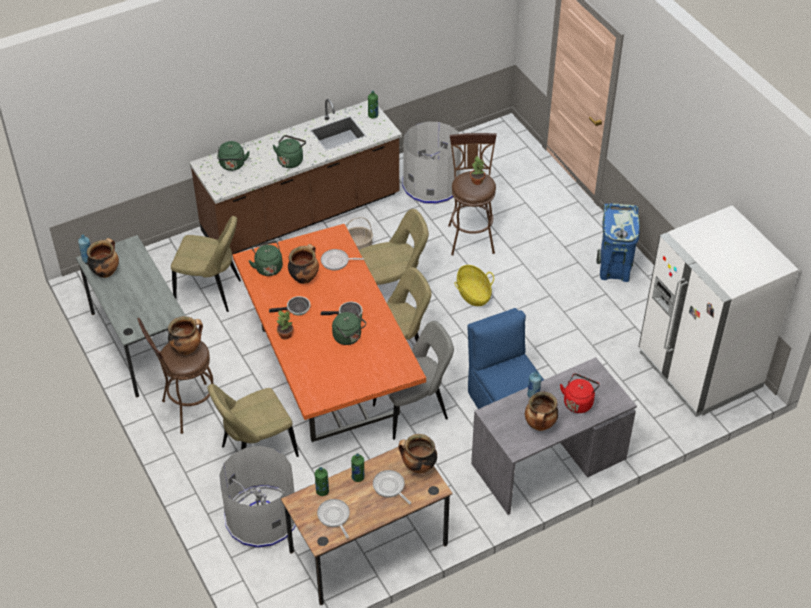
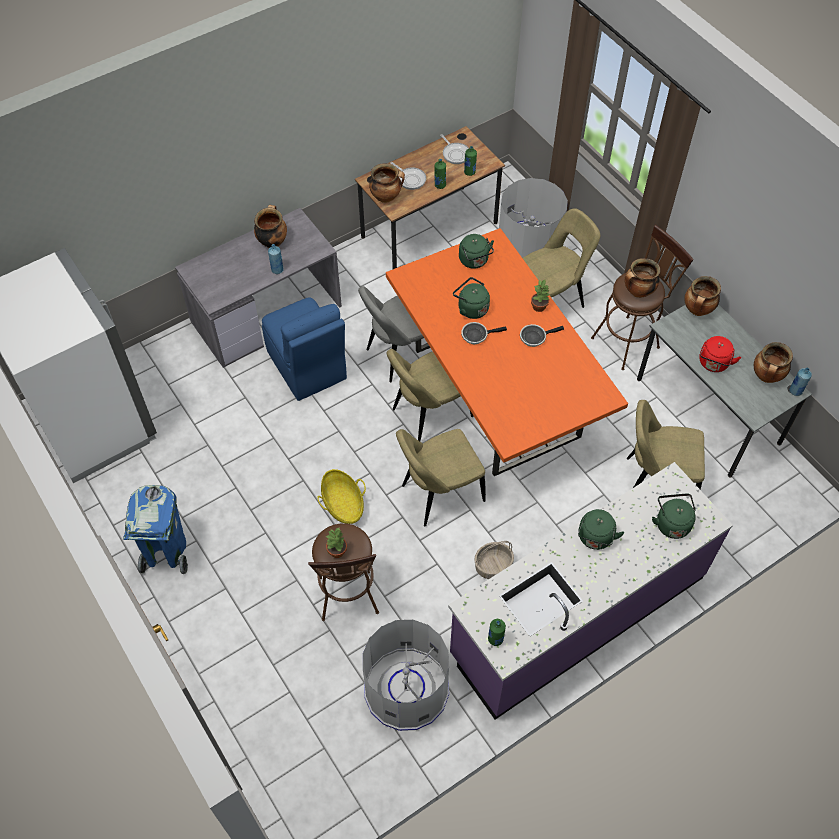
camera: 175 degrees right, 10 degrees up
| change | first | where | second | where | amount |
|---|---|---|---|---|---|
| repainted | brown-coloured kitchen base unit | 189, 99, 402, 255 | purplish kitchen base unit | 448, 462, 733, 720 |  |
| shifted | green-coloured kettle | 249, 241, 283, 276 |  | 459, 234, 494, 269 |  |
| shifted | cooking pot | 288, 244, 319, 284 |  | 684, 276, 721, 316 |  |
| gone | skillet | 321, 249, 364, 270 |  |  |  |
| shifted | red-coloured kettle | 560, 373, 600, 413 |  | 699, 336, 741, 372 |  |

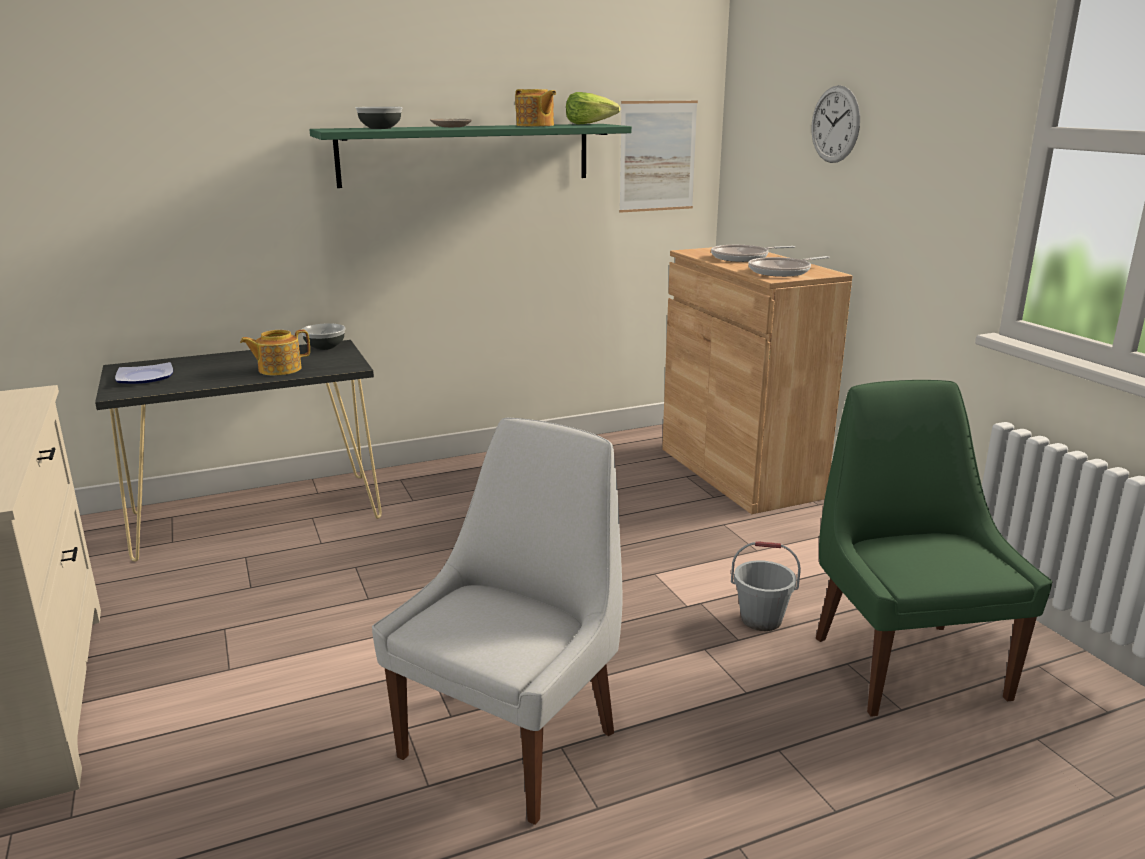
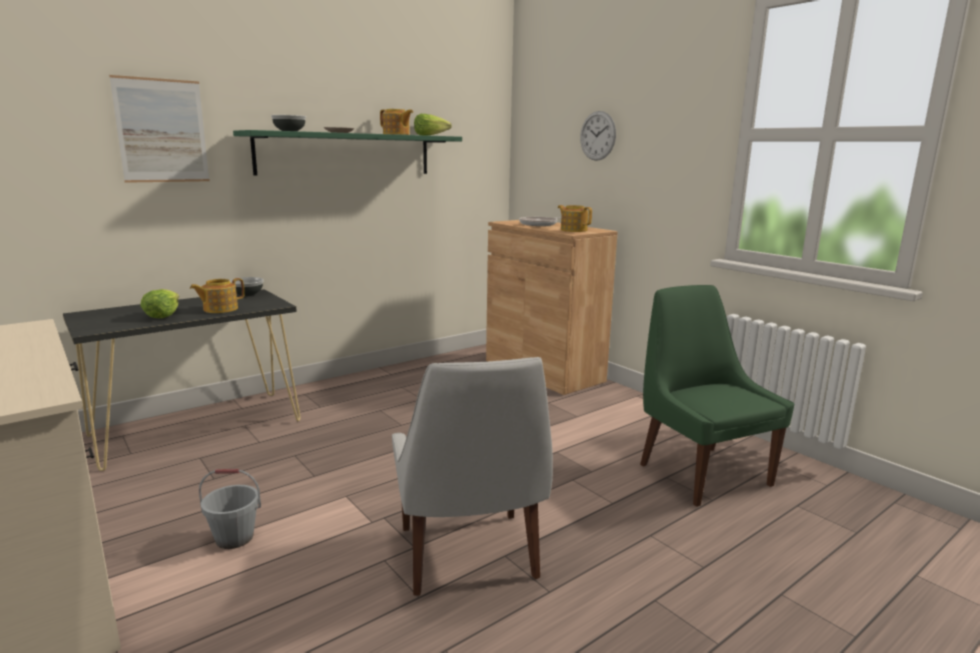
camera: 15 degrees left, 5 degrees down
| change | first | where | second | where | amount |
|---|---|---|---|---|---|
| gone | plate | 115, 362, 173, 384 |  |  |  |
| rotated | white upright chair | 372, 418, 622, 825 |  | 392, 357, 553, 596 | 150 degrees clockwise |
| shifted | wall picture | 619, 101, 698, 213 |  | 109, 75, 210, 183 |  |
| shifted | gray bucket | 731, 541, 801, 631 |  | 199, 469, 261, 549 |  |
| swapped | skillet | 748, 256, 830, 277 | tea pot | 558, 205, 592, 232 |  |
| new |  |  | lettuce head | 140, 289, 179, 319 |  |

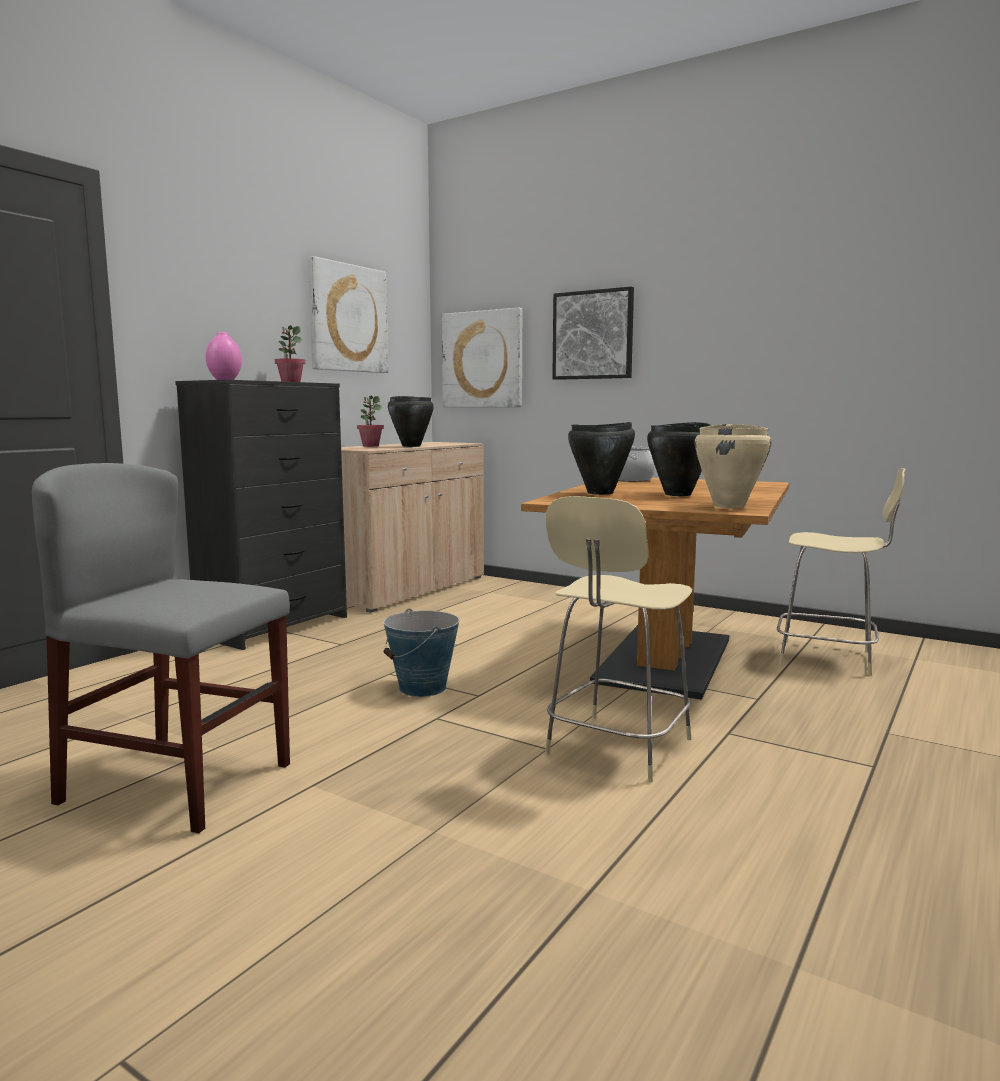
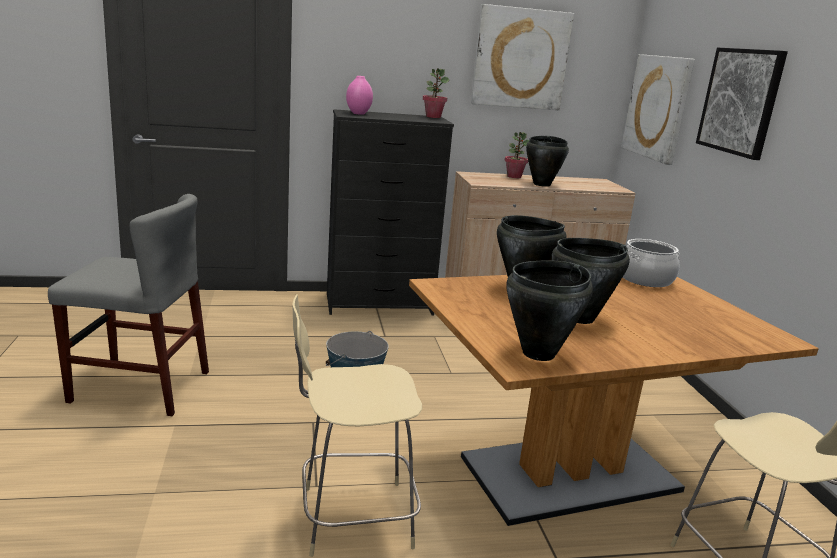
camera: 45 degrees right, 10 degrees up
| change | first | where | second | where | amount |
|---|---|---|---|---|---|
| rotated | gray upright chair | 32, 463, 290, 833 |  | 48, 194, 209, 416 | 120 degrees clockwise |
| repainted | beige cooking pot | 695, 424, 771, 508 | black cooking pot | 506, 261, 593, 361 |  |

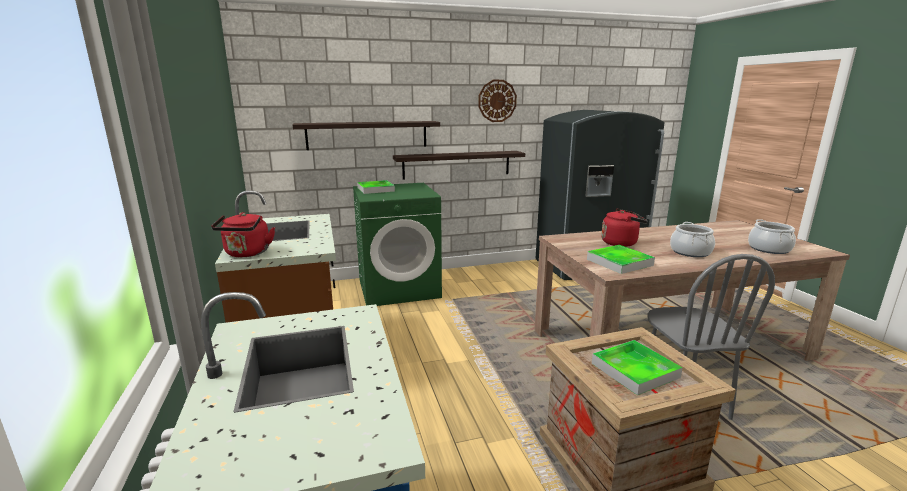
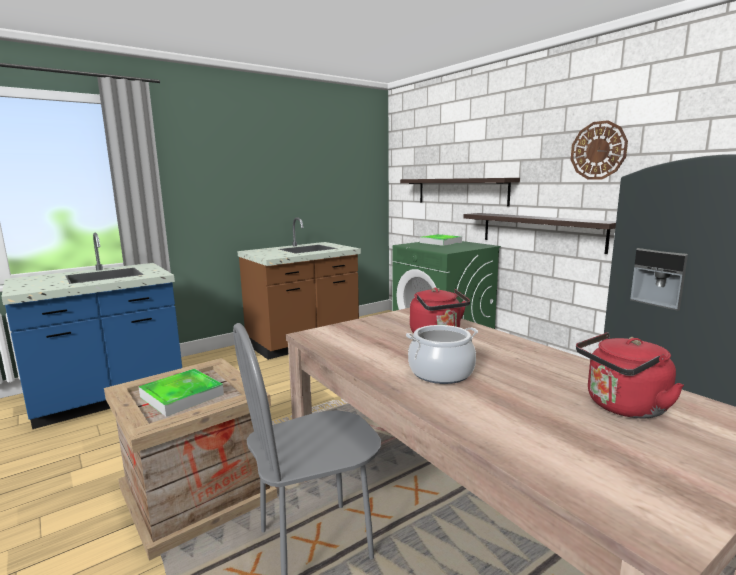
camera: 70 degrees right, 5 degrees down
| change | first | where | second | where | amount |
|---|---|---|---|---|---|
| shifted | red-coloured kettle | 211, 212, 275, 257 |  | 576, 332, 684, 418 |  |
| gone | serving tray | 587, 245, 655, 274 |  |  |  |
| gone | cooking pot | 748, 219, 796, 254 |  |  |  |

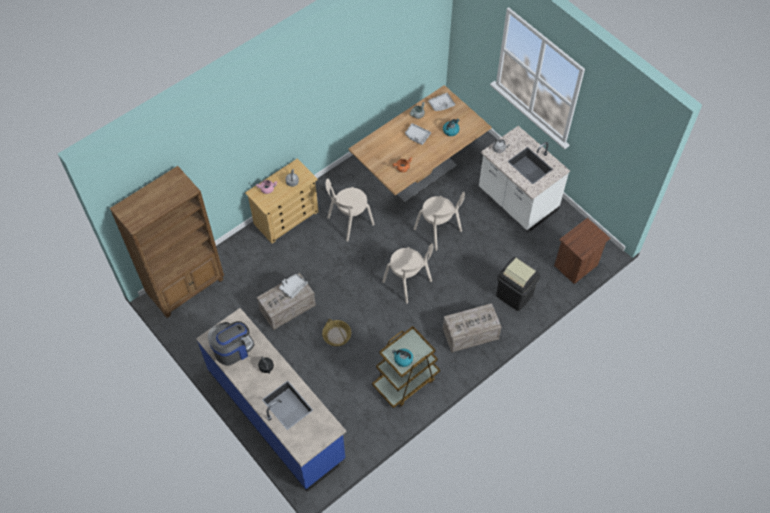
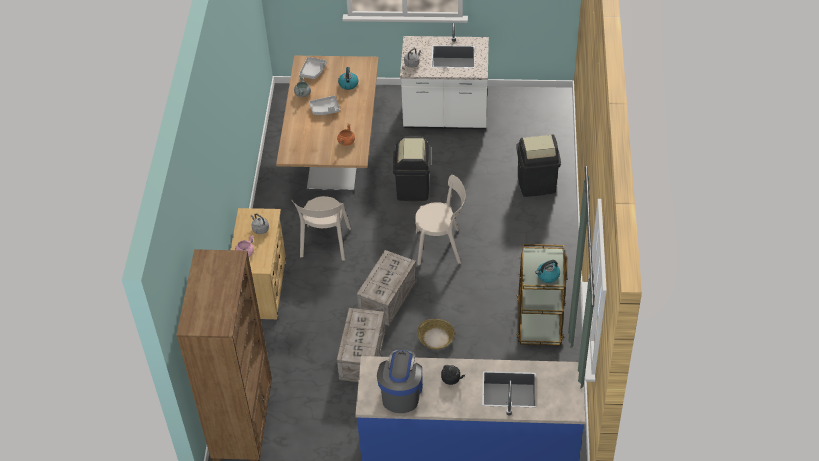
camera: 45 degrees left, 10 degrees down
| change | first | where | second | where | amount |
|---|---|---|---|---|---|
| gone | gray serving tray | 279, 274, 308, 298 |  |  |  |
| swapped | beige upright chair | 414, 192, 465, 251 | black waste bin | 393, 136, 431, 201 |  |
| shifted | shipping crate | 443, 303, 502, 353 |  | 357, 250, 417, 326 |  |
| gone | brown-coloured nightstand | 554, 218, 610, 284 |  |  |  |

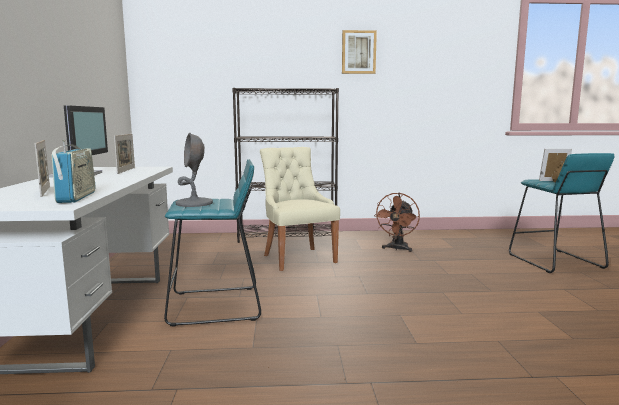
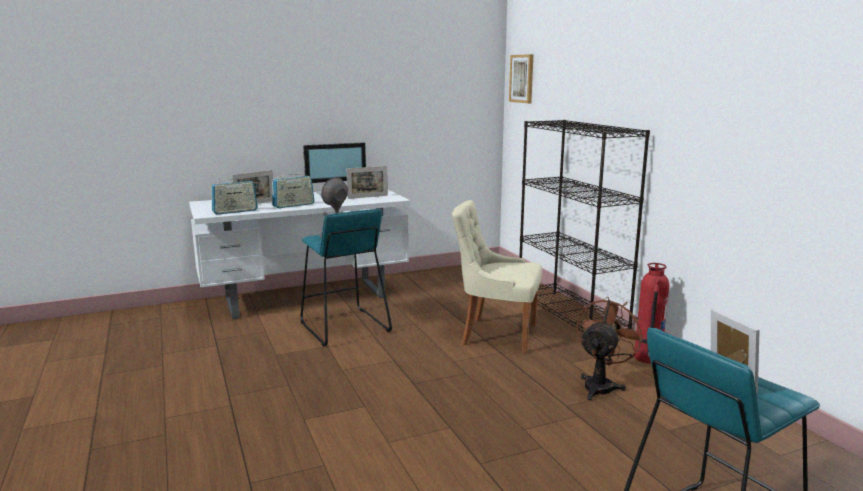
camera: 70 degrees right, 5 degrees up
| change | first | where | second | where | amount |
|---|---|---|---|---|---|
| rotated | beige upright chair | 260, 147, 340, 271 |  | 452, 200, 542, 353 | 120 degrees counterclockwise |
| shifted | wall picture | 342, 30, 377, 74 |  | 509, 54, 533, 103 |  |
| rotated | brown-coloured fan | 374, 193, 420, 252 |  | 576, 296, 645, 400 | 120 degrees clockwise |
| new |  |  | radio | 272, 172, 314, 208 |  |
| new |  |  | fire-fighting cylinder | 634, 263, 670, 364 |  |

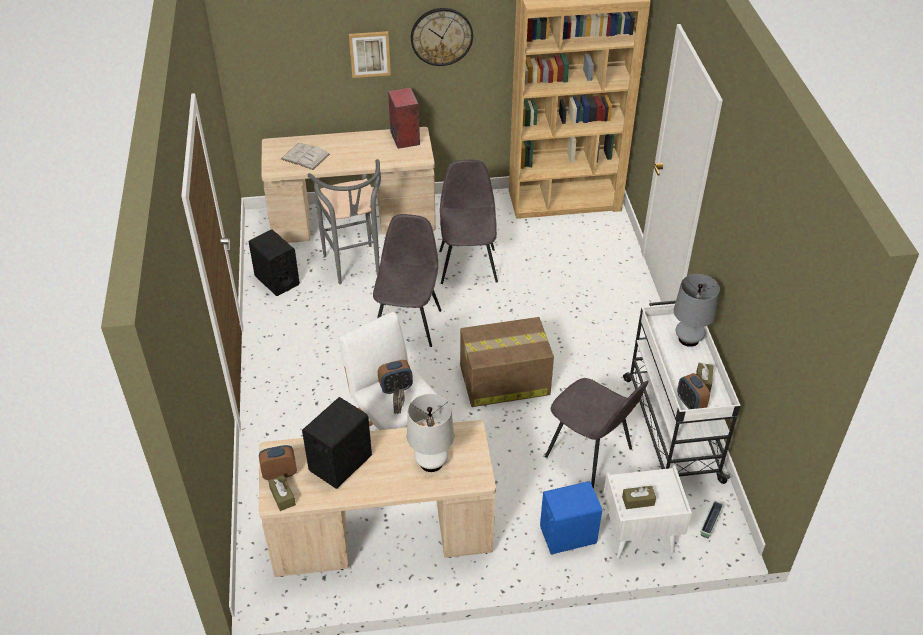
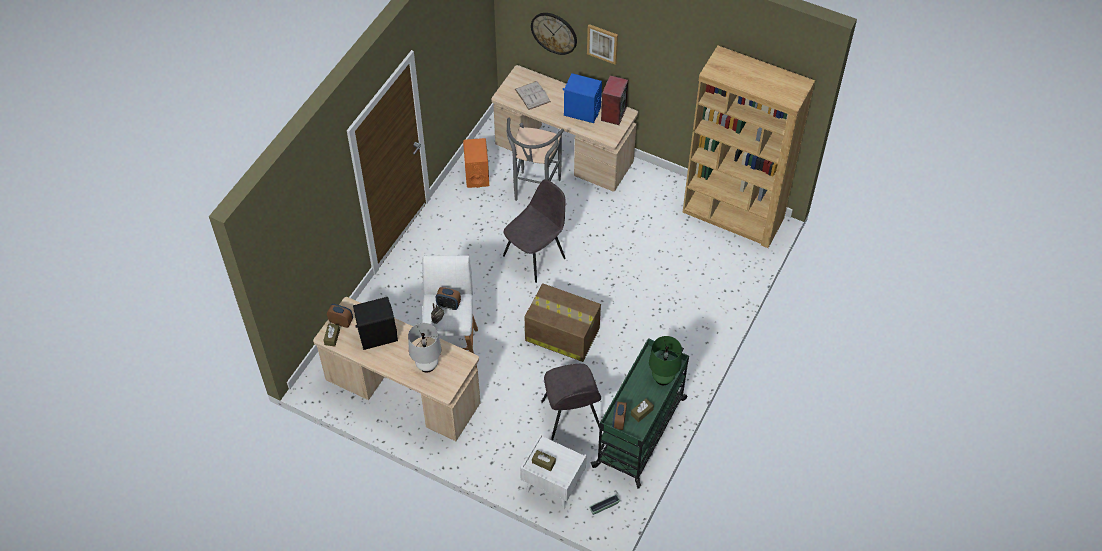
camera: 35 degrees right, 10 degrees up
| change | first | where | second | where | amount |
|---|---|---|---|---|---|
| repainted | black loudspeaker | 249, 229, 300, 296 | orange loudspeaker | 463, 138, 489, 188 |  |
| shifted | hanging clock | 411, 8, 473, 66 |  | 531, 13, 577, 55 |  |
| gone | gray upright chair | 439, 159, 498, 284 |  |  |  |
| shifted | blue-coloured loudspeaker | 540, 481, 602, 555 |  | 563, 73, 602, 123 |  |
| repainted | white cart | 623, 300, 741, 484 | green-coloured cart | 590, 338, 689, 488 |  |
| repainted | gray table lamp | 674, 274, 720, 347 | green-coloured table lamp | 649, 336, 682, 385 |  |

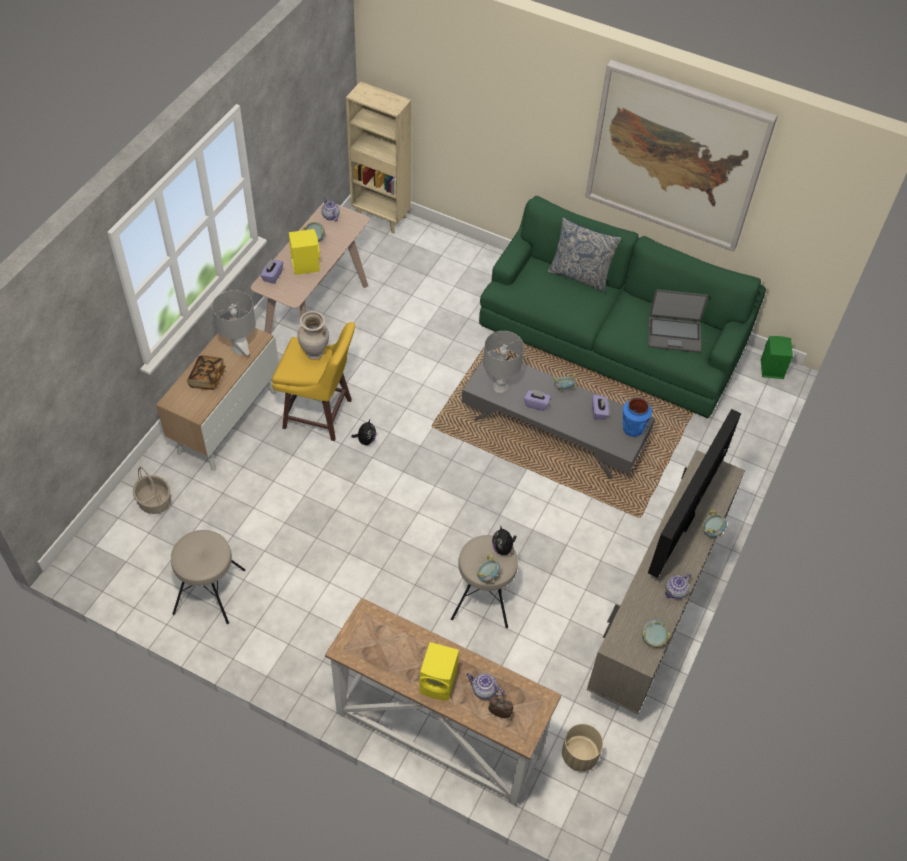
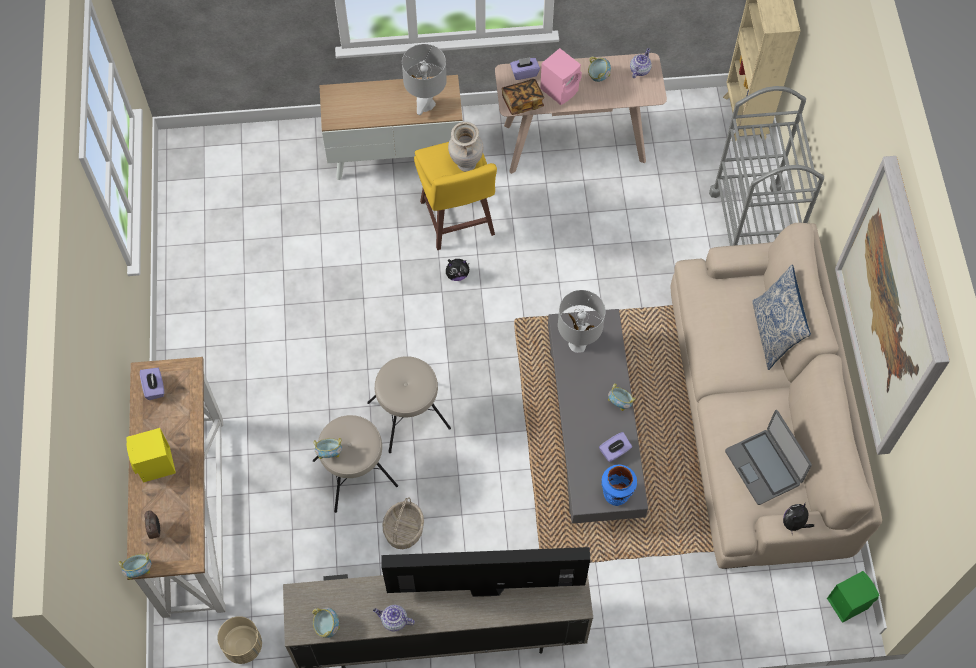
camera: 60 degrees right, 10 degrees up
| change | first | where | second | where | amount |
|---|---|---|---|---|---|
| shifted | household basket | 133, 466, 171, 514 |  | 382, 497, 424, 549 |  |
| shifted | beige stool | 171, 530, 245, 624 |  | 367, 356, 451, 453 |  |
| shifted | book | 187, 355, 226, 390 |  | 502, 79, 544, 115 |  |
| repainted | yellow-coloured loudspeaker | 289, 229, 320, 275 | pinkish loudspeaker | 540, 48, 582, 105 |  |
| gone | tea pot | 466, 673, 504, 699 |  |  |  |
| repainted | green-coloured sofa | 479, 196, 766, 418 | beige sofa | 671, 223, 882, 569 |  |
| shifted | cuddly toy | 492, 526, 516, 555 |  | 783, 504, 814, 536 |  |
| shifted | purplish tissue box | 524, 389, 551, 411 |  | 140, 368, 164, 400 |  |
| shifted | deep dish | 702, 510, 727, 537 |  | 118, 552, 151, 580 |  |
| new |  |  | gray cart | 709, 86, 824, 246 |  |

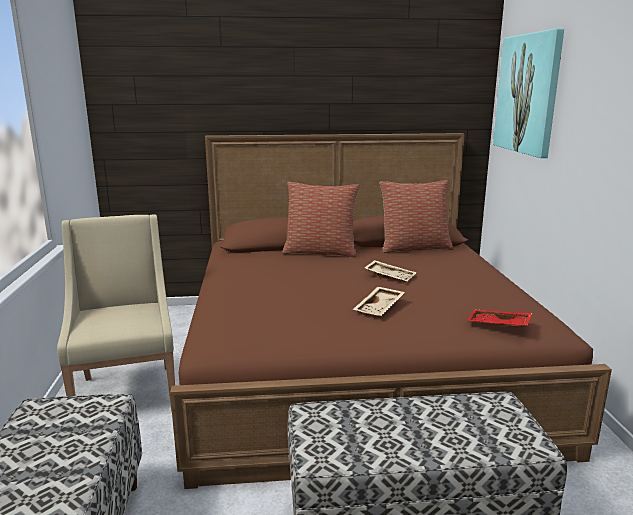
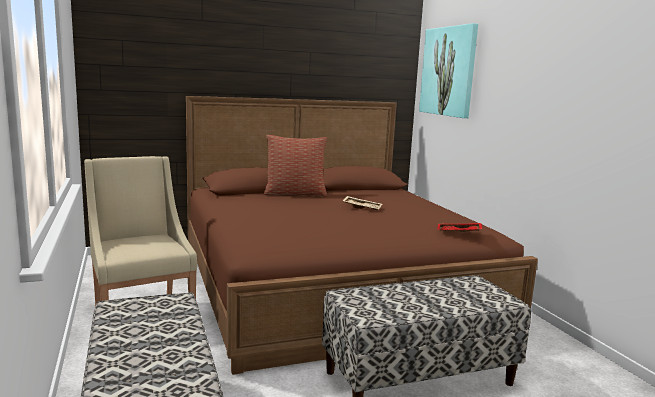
camera: 15 degrees left, 5 degrees down
| change | first | where | second | where | amount |
|---|---|---|---|---|---|
| gone | beige serving tray | 353, 287, 405, 316 |  |  |  |
| gone | cushion | 379, 180, 453, 253 |  |  |  |

